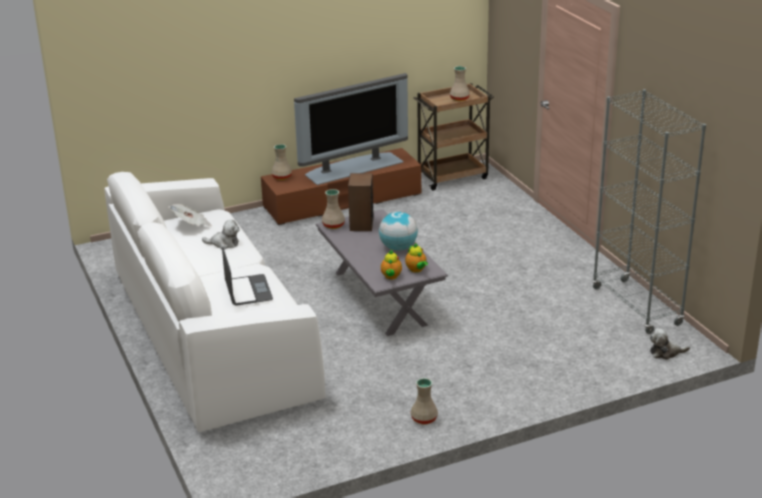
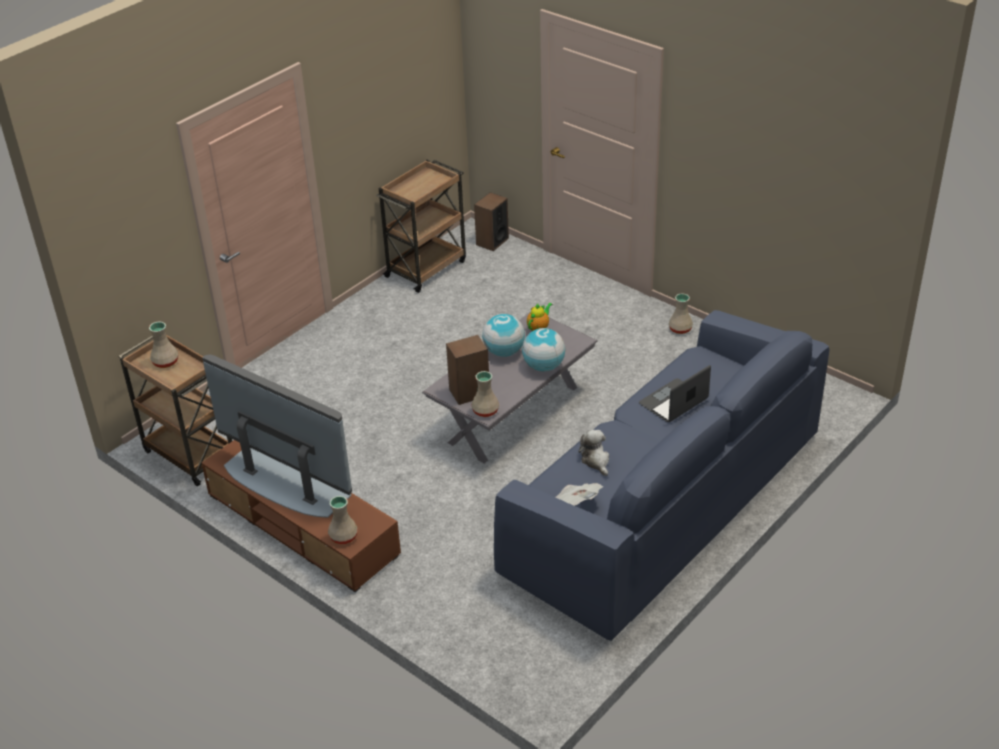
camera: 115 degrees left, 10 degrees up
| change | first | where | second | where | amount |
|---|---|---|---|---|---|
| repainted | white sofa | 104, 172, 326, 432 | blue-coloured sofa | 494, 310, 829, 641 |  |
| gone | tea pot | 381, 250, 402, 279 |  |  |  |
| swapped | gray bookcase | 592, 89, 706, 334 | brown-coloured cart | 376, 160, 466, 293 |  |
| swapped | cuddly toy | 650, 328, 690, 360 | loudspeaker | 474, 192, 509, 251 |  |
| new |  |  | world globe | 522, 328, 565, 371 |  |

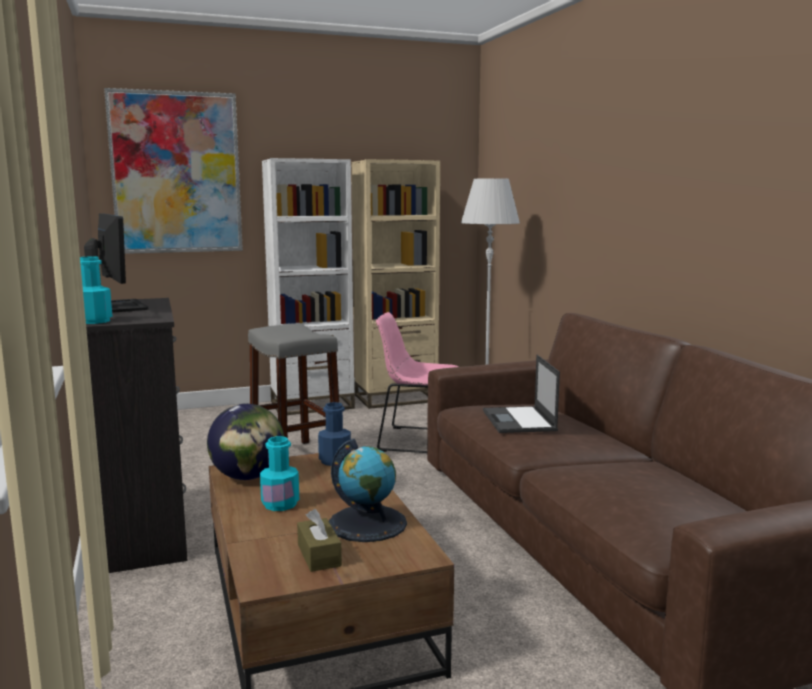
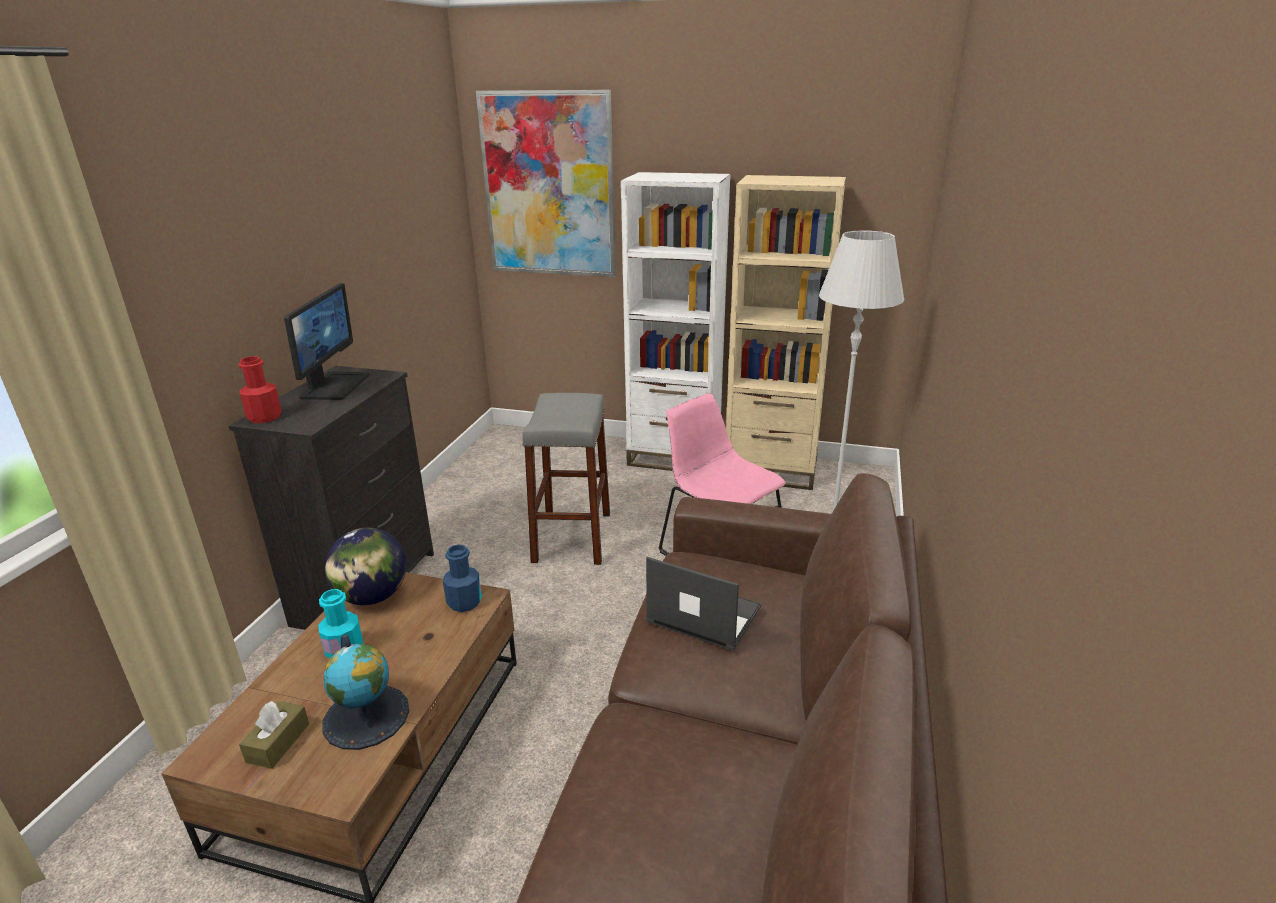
camera: 35 degrees right, 15 degrees up
| change | first | where | second | where | amount |
|---|---|---|---|---|---|
| repainted | blue-green beverage bottle | 80, 256, 113, 324 | red-coloured beverage bottle | 239, 356, 282, 423 |  |
| rotated | laptop | 483, 355, 560, 433 |  | 646, 557, 762, 651 | 90 degrees clockwise |

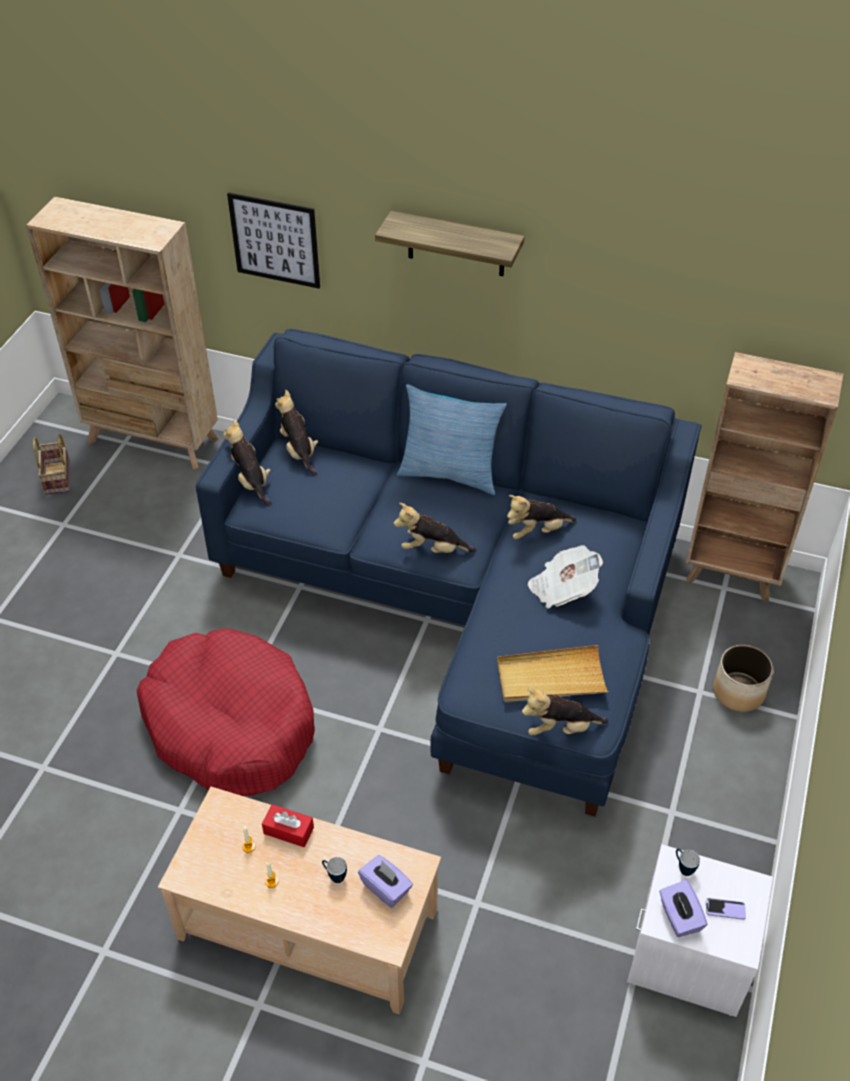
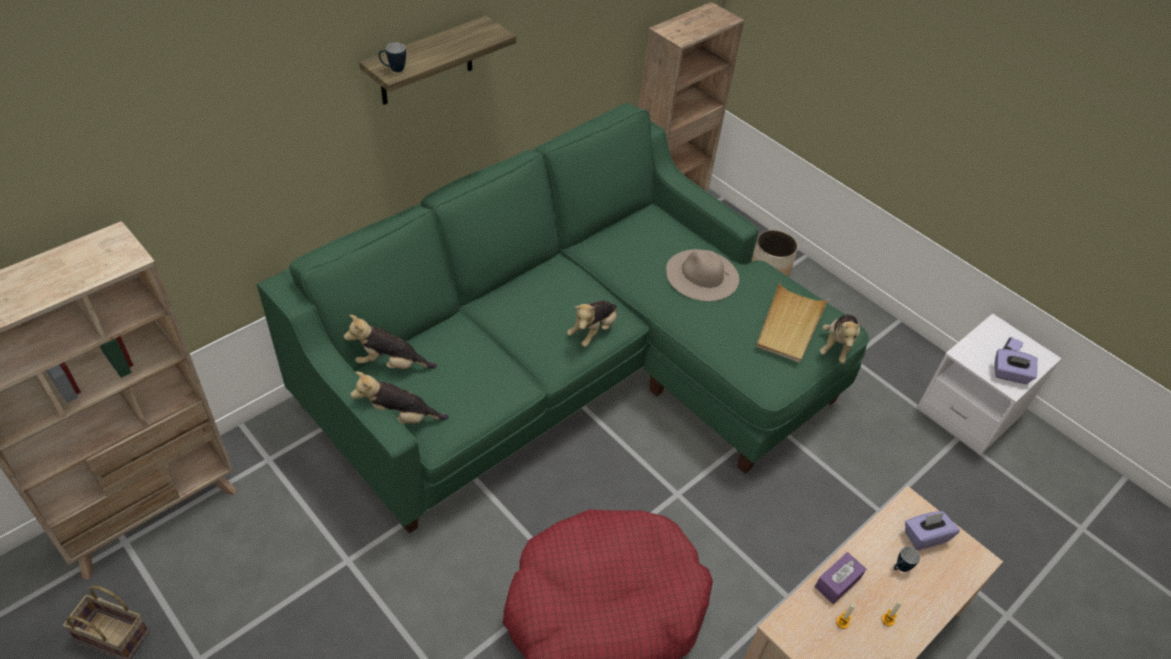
camera: 65 degrees left, 0 degrees up
| change | first | where | second | where | amount |
|---|---|---|---|---|---|
| repainted | blue-coloured sofa | 196, 329, 702, 817 | green-coloured sofa | 257, 103, 869, 534 |  |
| gone | wall picture | 227, 192, 320, 289 |  |  |  |
| repainted | red-coloured tissue box | 262, 804, 314, 847 | purplish tissue box | 815, 552, 866, 604 |  |
| gone | cushion | 397, 384, 507, 495 |  |  |  |
| gone | cuddly toy | 507, 495, 576, 539 |  |  |  |
| swapped | printed paper | 528, 545, 603, 608 | beige wearable hat | 666, 249, 739, 301 |  |
| shifted | tea mug | 676, 849, 700, 876 |  | 379, 43, 406, 72 |  |

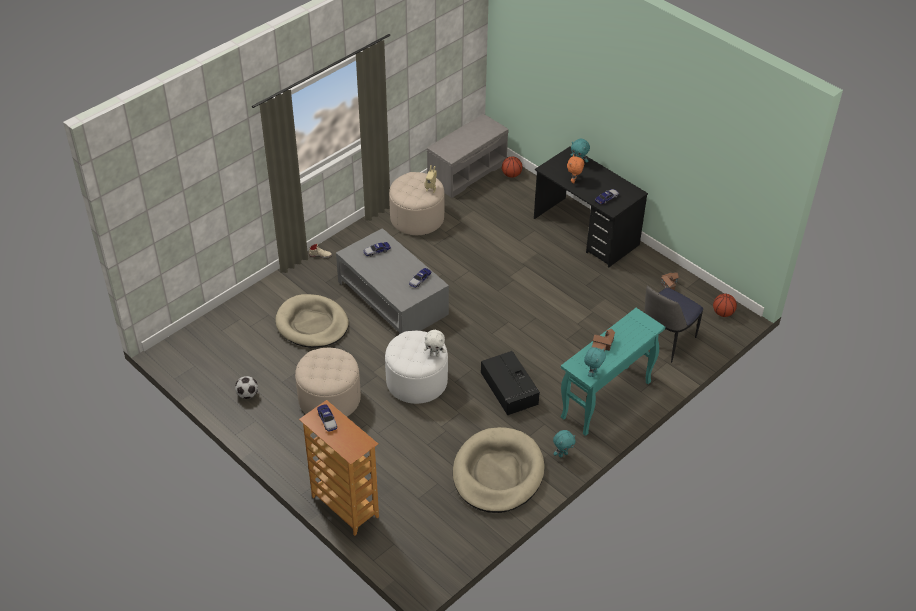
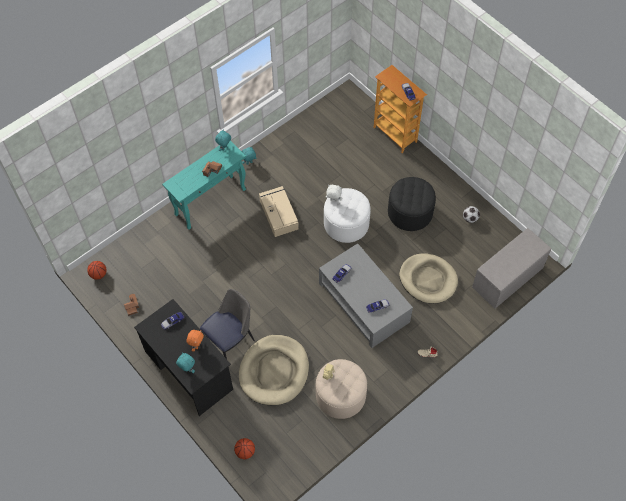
camera: 175 degrees left, 15 degrees up
| change | first | where | second | where | amount |
|---|---|---|---|---|---|
| repainted | beige pouffe | 295, 348, 361, 417 | black pouffe | 388, 177, 436, 231 |  |
| shifted | gray indoor bench | 427, 114, 508, 198 |  | 472, 228, 551, 308 |  |
| shifted | beige pet bed | 453, 427, 545, 513 |  | 239, 335, 309, 405 |  |
| repainted | black storage box | 481, 351, 540, 415 | beige storage box | 259, 186, 299, 237 |  |
| shifted | upright chair | 644, 286, 703, 363 |  | 200, 289, 255, 359 |  |

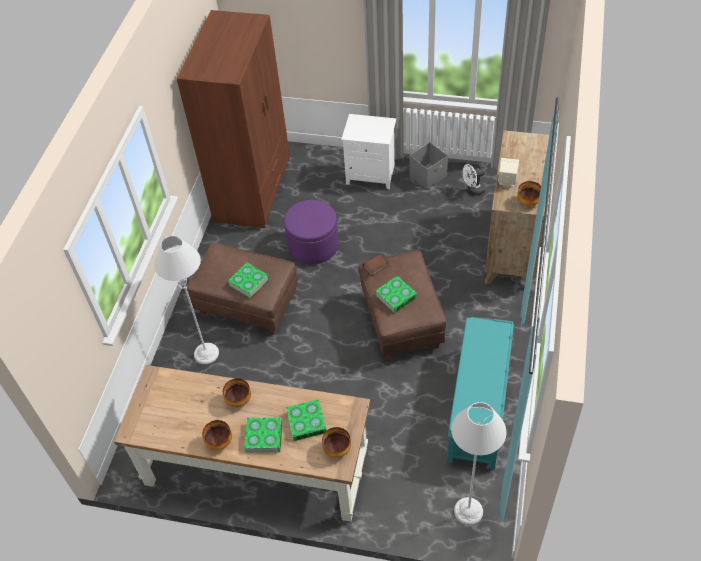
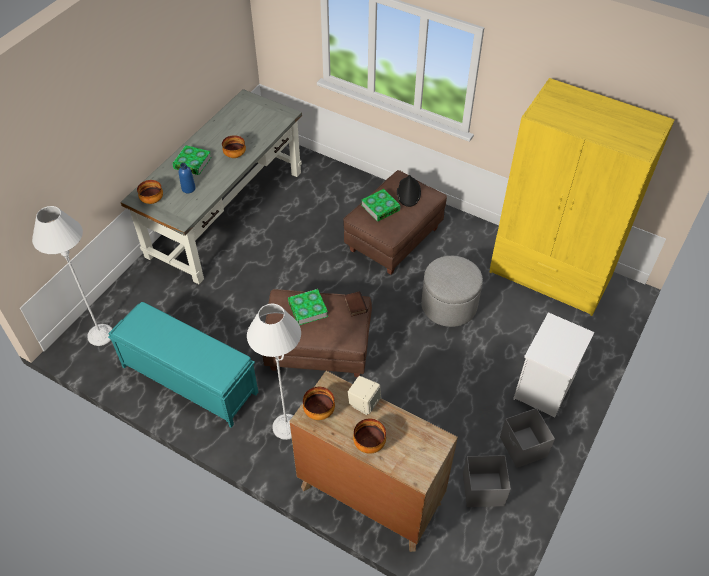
camera: 105 degrees right, 0 degrees up
| change | first | where | second | where | amount |
|---|---|---|---|---|---|
| repainted | brown-coloured desk table | 114, 365, 370, 522 | gray desk table | 120, 89, 302, 284 |  |
| shifted | gray floor lamp | 154, 236, 219, 364 |  | 247, 304, 301, 440 |  |
| repainted | brown-coloured armoire | 176, 10, 290, 228 | yellow-coloured armoire | 490, 78, 675, 316 |  |
| shifted | deep dish | 202, 420, 232, 450 |  | 353, 418, 386, 454 |  |
| repainted | purplish pouffe | 284, 200, 339, 264 | gray pouffe | 421, 256, 483, 327 |  |
| swapped | book | 286, 399, 327, 441 | blue-coloured beverage bottle | 179, 163, 196, 193 |  |
| swapped | white fan | 463, 164, 486, 195 | gray storage box | 463, 455, 511, 507 |  |
| new |  |  | black wearable hat | 397, 175, 421, 207 |  |

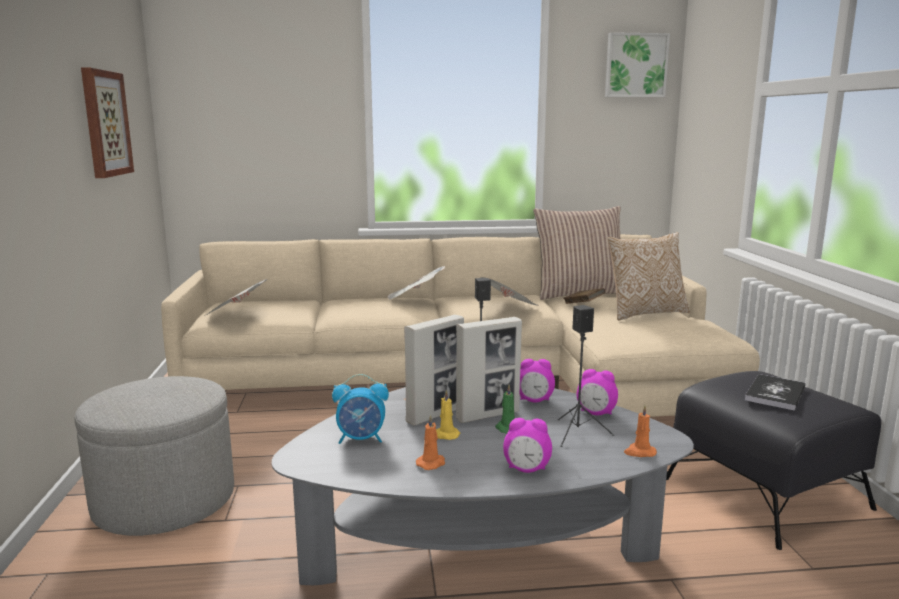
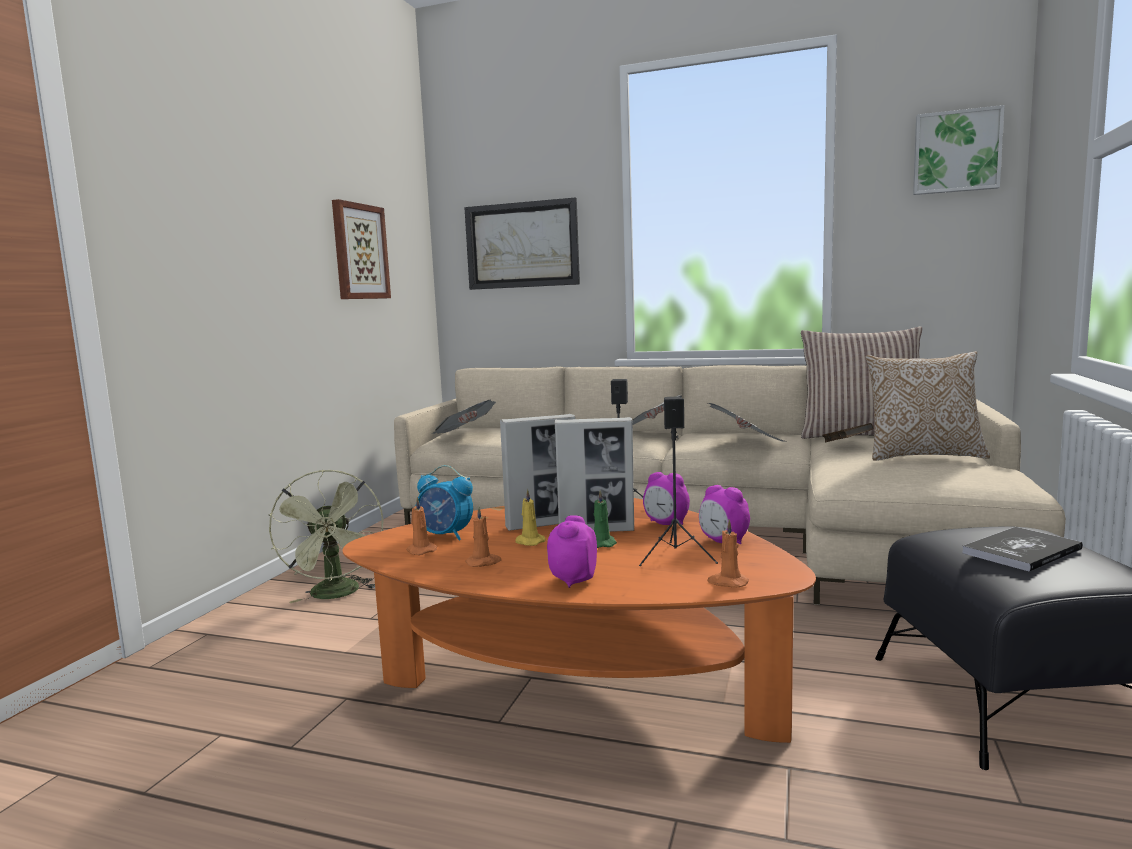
camera: 25 degrees right, 5 degrees down
| change | first | where | second | where | amount |
|---|---|---|---|---|---|
| swapped | gray pouffe | 74, 376, 234, 536 | green-coloured fan | 269, 469, 383, 603 |  |
| repainted | gray low table | 272, 387, 694, 585 | orange low table | 342, 498, 816, 743 |  |
| rotated | alarm clock | 503, 418, 552, 473 |  | 547, 515, 597, 588 | 75 degrees clockwise |
| new |  |  | orange wax candle | 406, 497, 437, 555 |  |
| new |  |  | wall picture | 464, 198, 580, 290 |  |

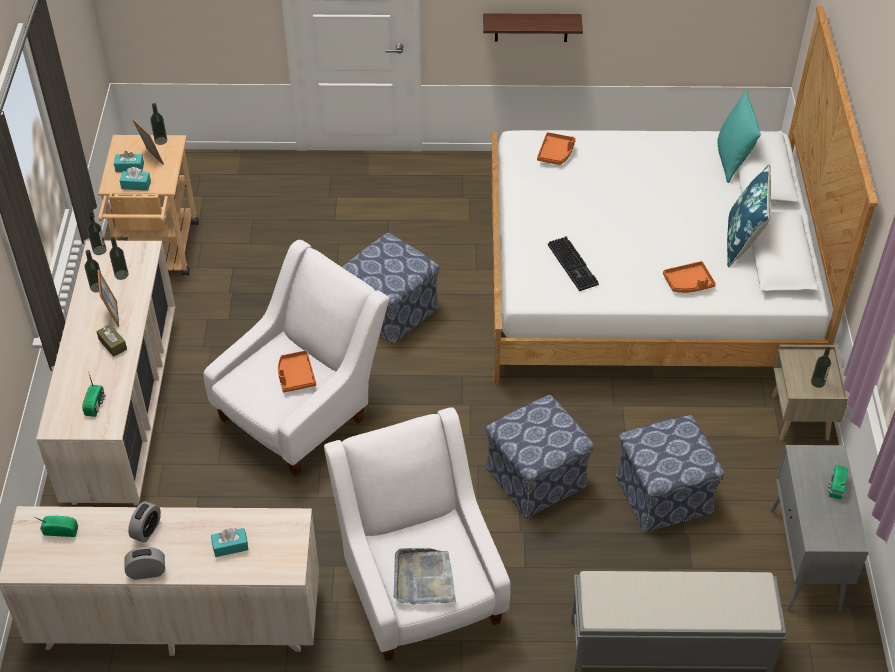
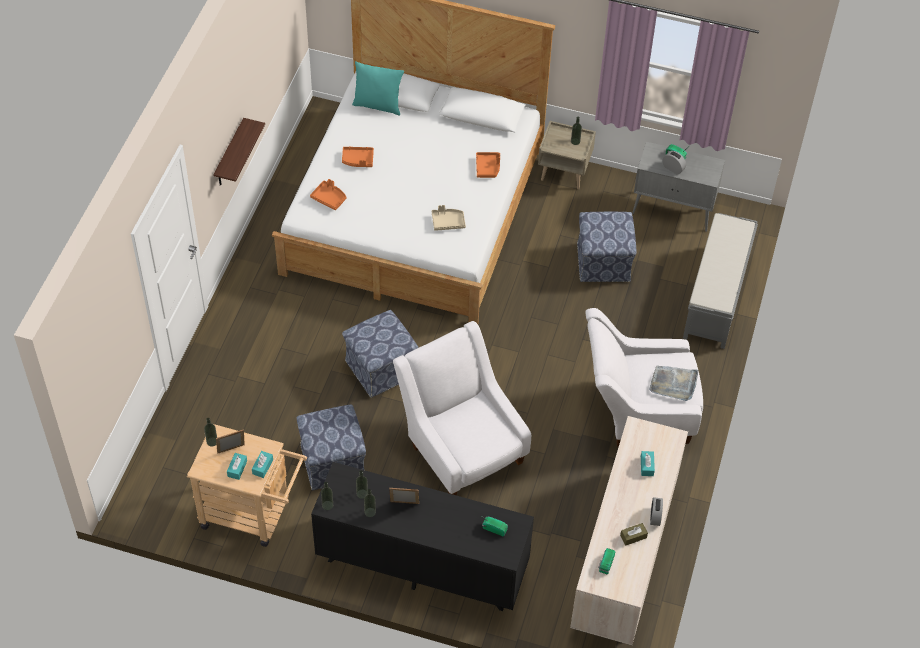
camera: 75 degrees left, 5 degrees up
| change | first | where | second | where | amount |
|---|---|---|---|---|---|
| repainted | beige dresser | 36, 240, 175, 505 | black dresser | 311, 462, 534, 611 |  |
| shifted | brown-coloured tissue box | 97, 324, 127, 357 |  | 620, 523, 648, 546 |  |
| shifted | alarm clock | 128, 501, 161, 543 |  | 663, 151, 686, 174 |  |
| shifted | orange serving tray | 278, 350, 316, 392 |  | 342, 146, 374, 167 |  |
| shifted | pouffe | 486, 395, 594, 518 |  | 297, 404, 366, 490 |  |
| swapped | PC keyboard | 548, 236, 599, 291 | beige serving tray | 432, 205, 466, 231 |  |
| gone | blue-coloured cushion | 727, 164, 771, 267 |  |  |  |

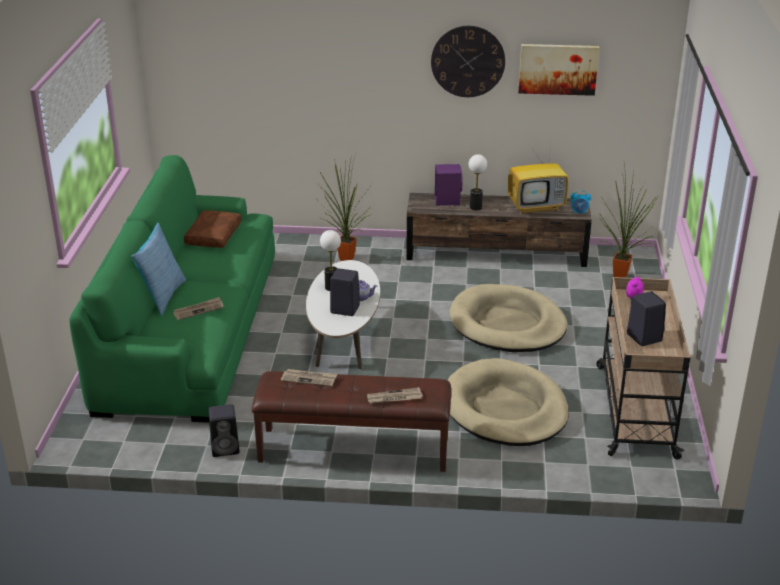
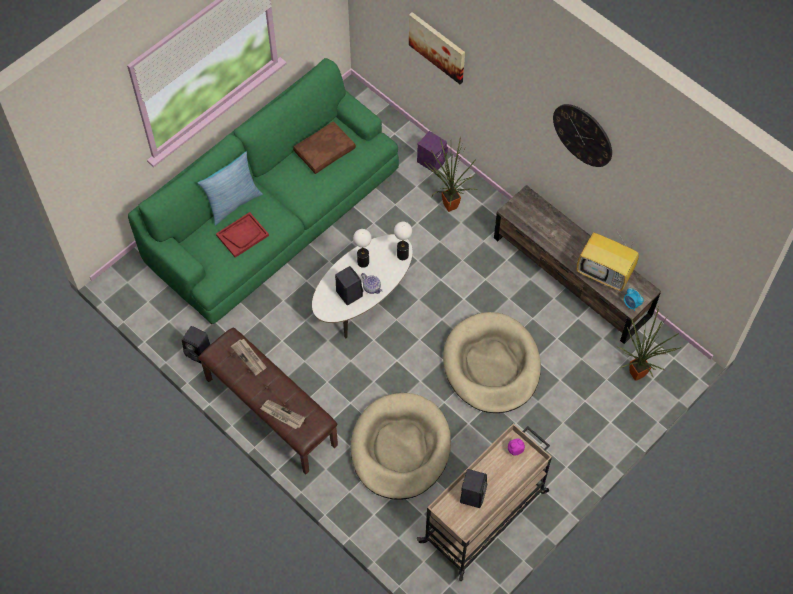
camera: 40 degrees right, 30 degrees up
| change | first | where | second | where | amount |
|---|---|---|---|---|---|
| swapped | printed paper | 173, 297, 223, 320 | red-coloured serving tray | 216, 212, 269, 258 |  |
| shifted | purplish loudspeaker | 435, 164, 462, 206 |  | 417, 131, 448, 172 |  |
| shifted | table lamp | 469, 154, 487, 211 |  | 394, 222, 412, 260 |  |
| shifted | wall picture | 518, 44, 599, 96 |  | 409, 12, 465, 84 |  |

